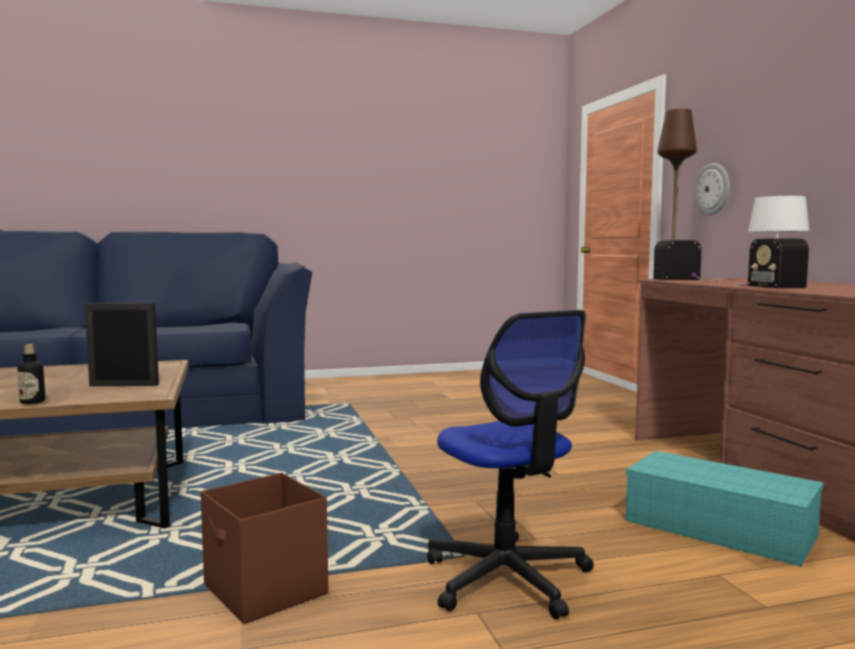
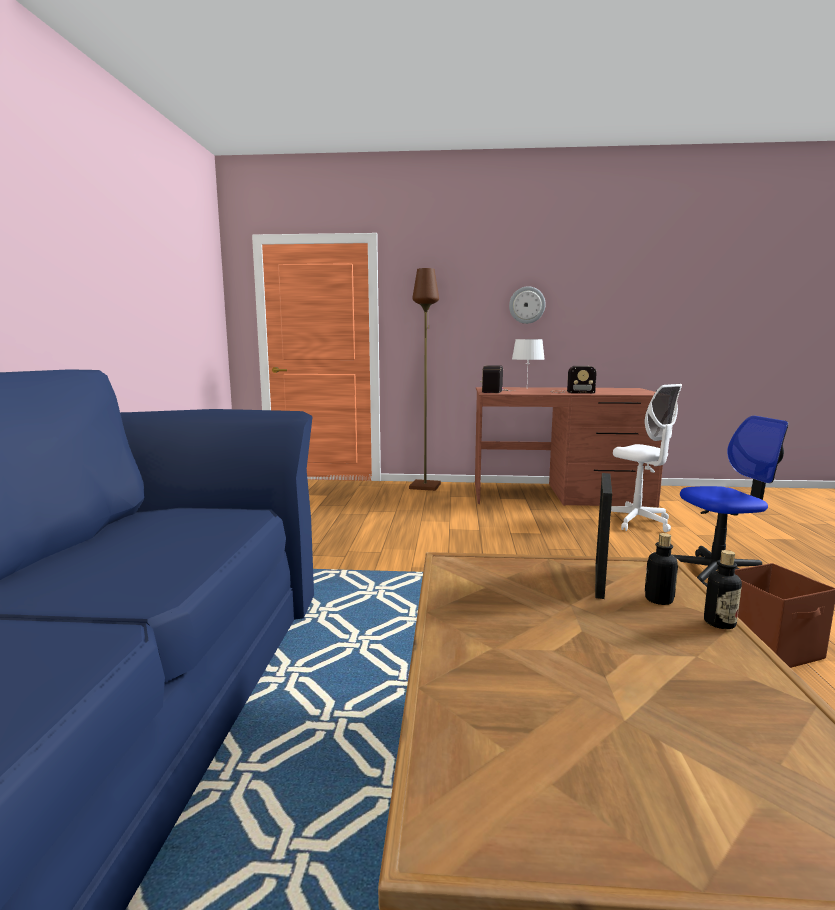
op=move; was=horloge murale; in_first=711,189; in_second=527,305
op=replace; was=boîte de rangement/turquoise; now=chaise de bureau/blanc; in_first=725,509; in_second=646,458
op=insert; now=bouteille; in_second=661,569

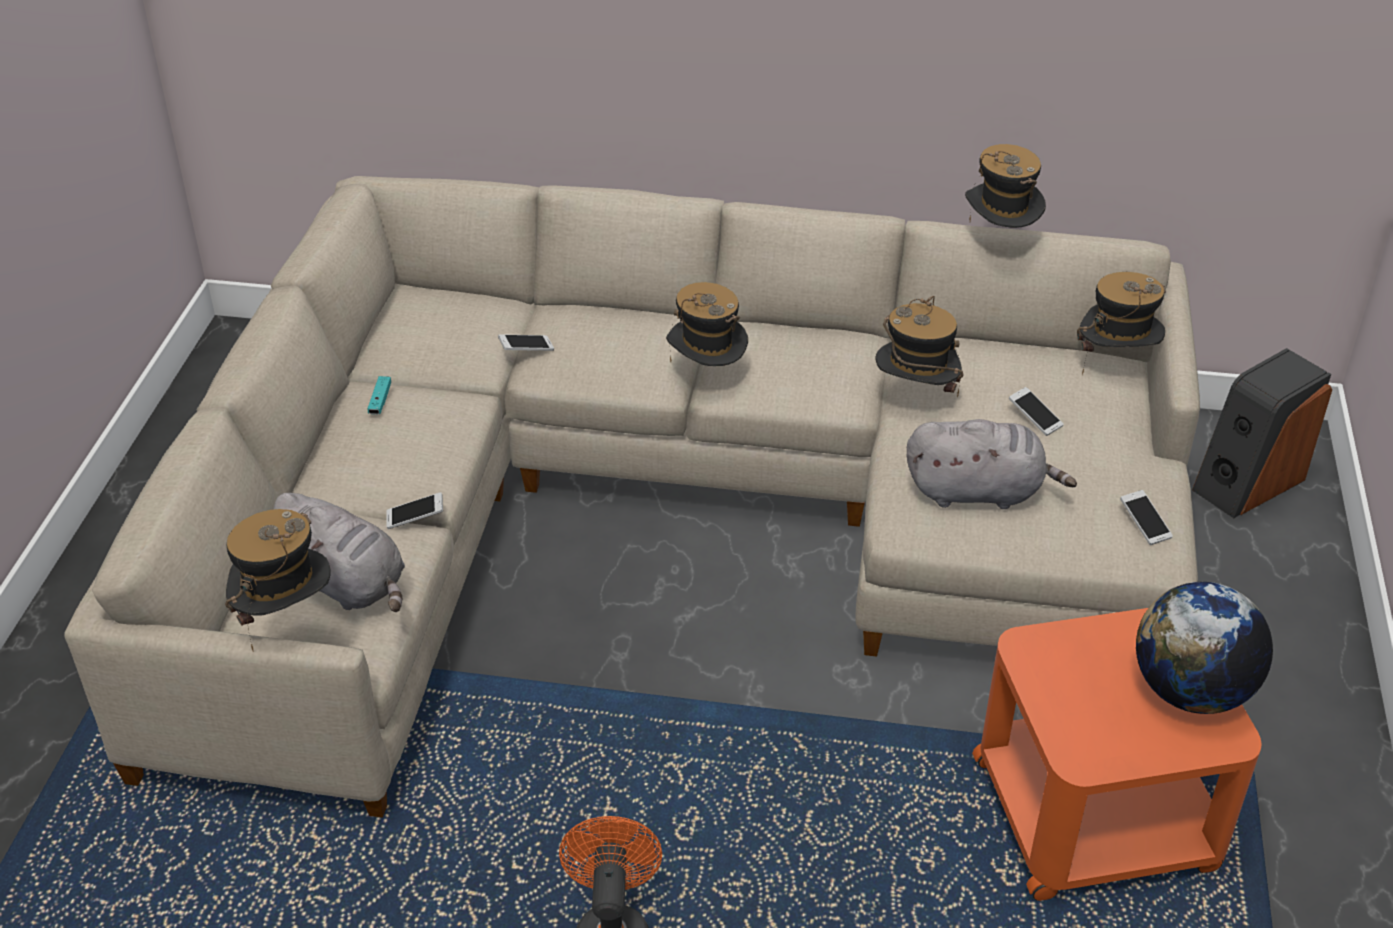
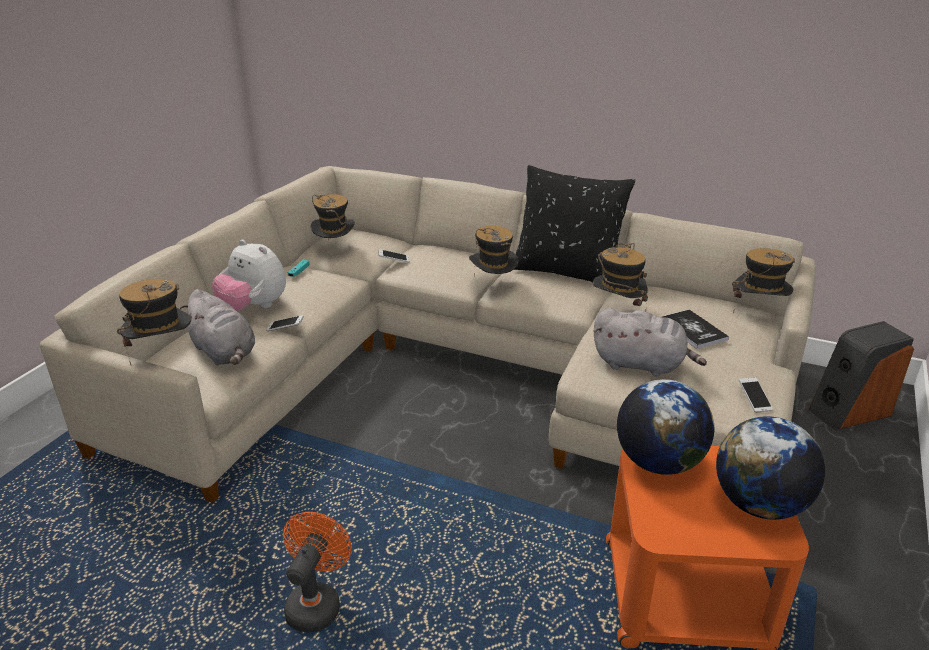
op=insert; now=peluche; in_second=249,275
op=move; was=chapeau; in_first=1005,186; in_second=332,217
op=insert; now=coussin/noir; in_second=574,223
op=insert; now=globe; in_second=665,427
op=replace; was=téléphone; now=livre; in_first=1036,411; in_second=695,329

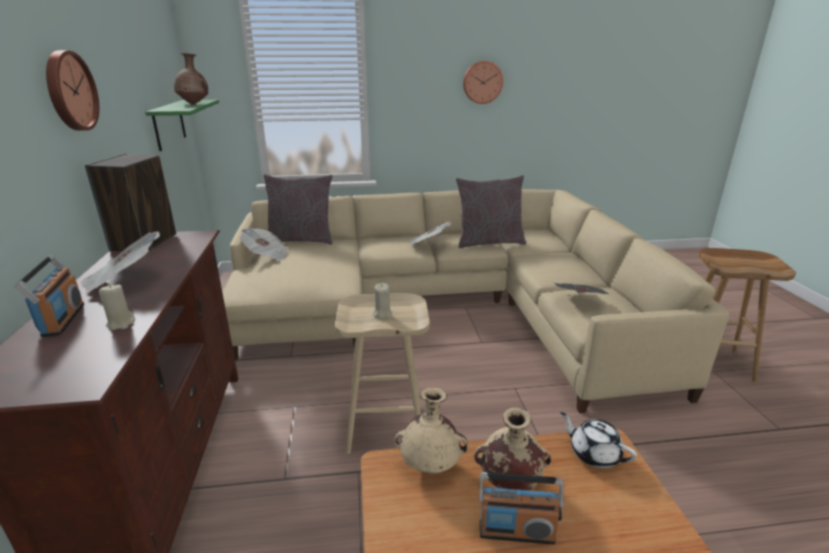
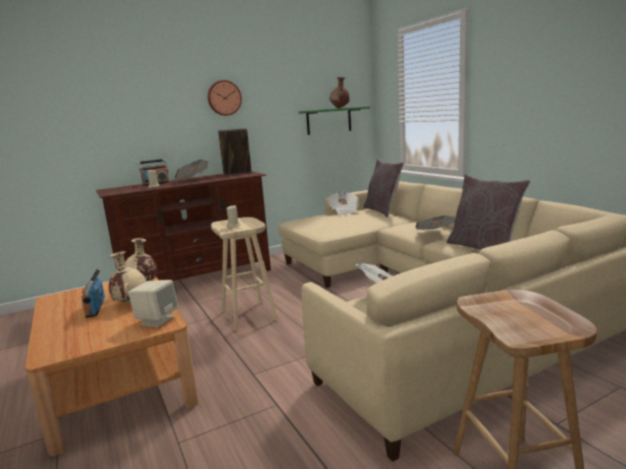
op=replace; was=théière/blanc; now=enceinte/beige; in_first=598,440; in_second=153,304
op=delete; was=horloge murale; in_first=483,82

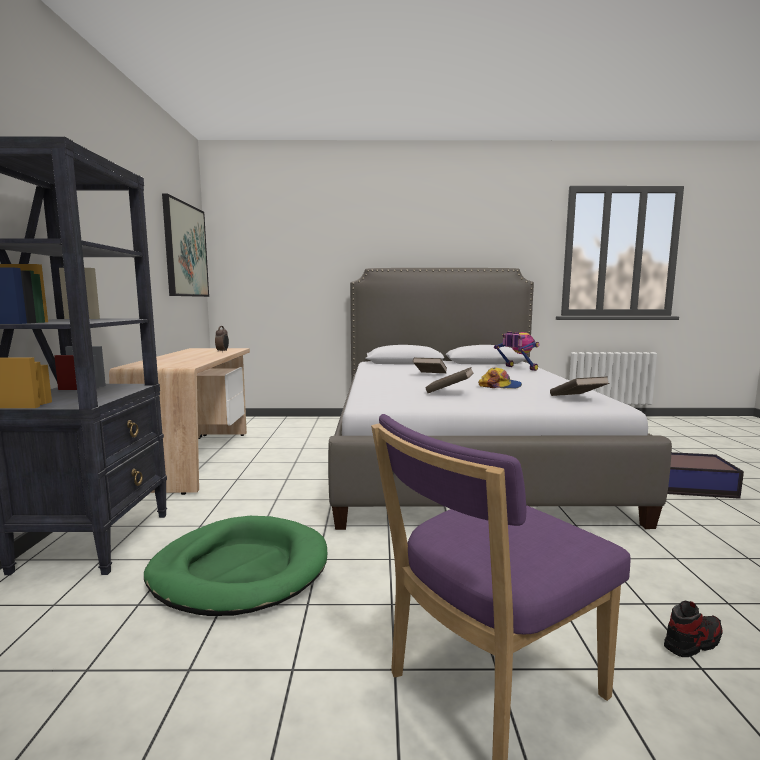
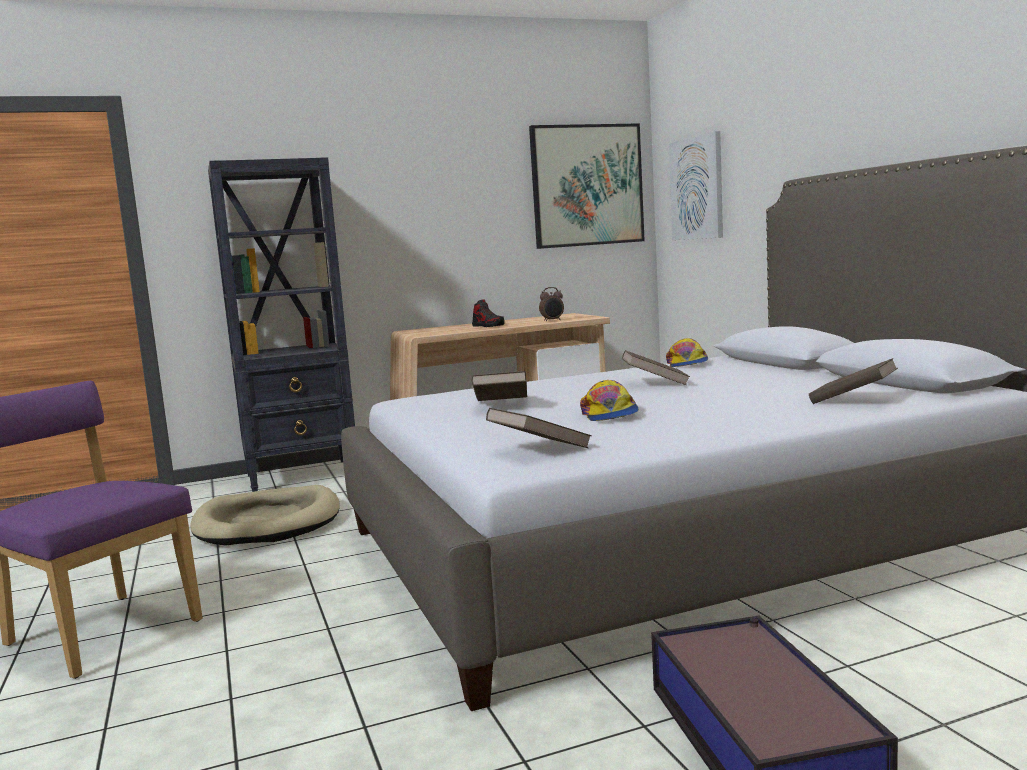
op=recolor; was=panier pour chien/vert; now=panier pour chien/beige; in_first=235,566; in_second=265,515
op=move; was=chaussure; in_first=693,629; in_second=488,313
op=insert; now=casquette; in_second=687,352
op=insert; now=tableau; in_second=696,185
op=replace; was=robot jouet; now=livre/marron; in_first=517,351; in_second=853,381

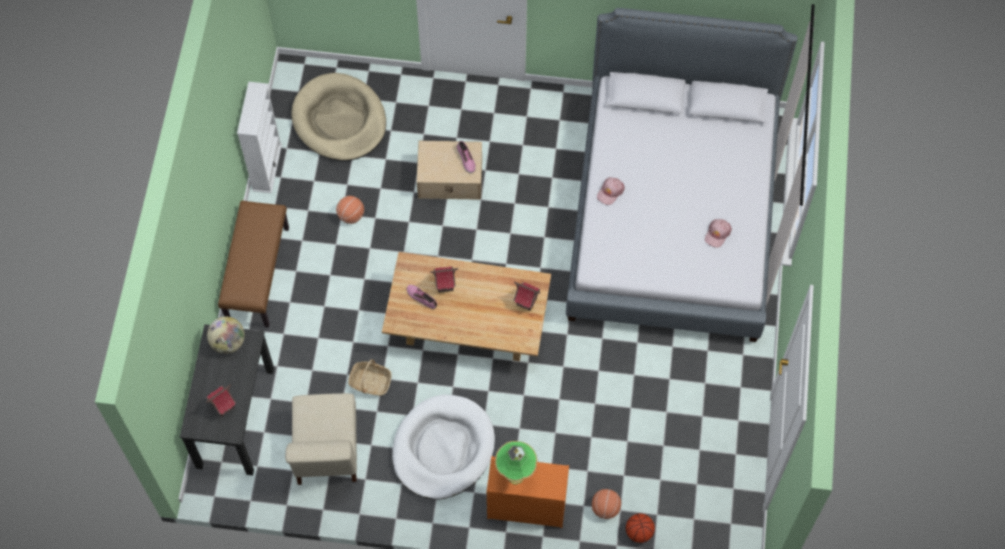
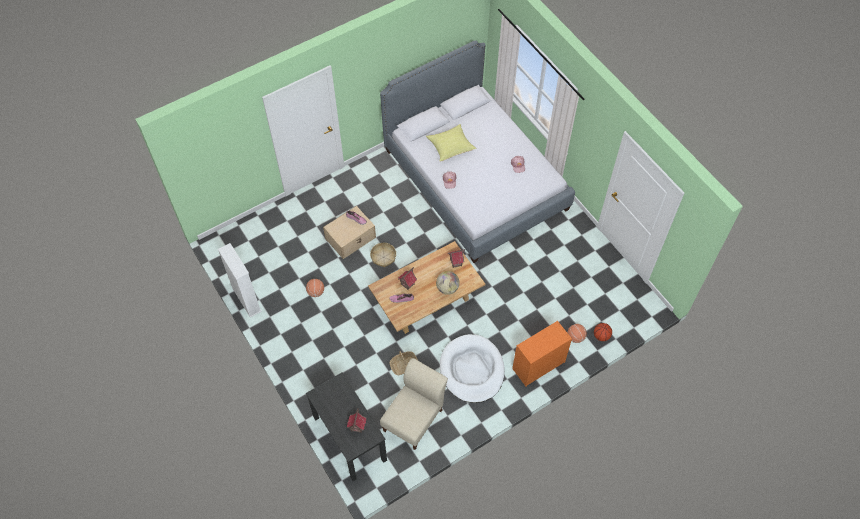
op=insert; now=panier; in_second=383,255
op=rotate; was=chaise/beige; in_first=321,439; in_second=414,404; clockwise=-105
op=insert; now=coussin/jaune; in_second=451,143
op=move; was=globe; in_first=226,335; in_second=448,283
op=delete; was=banc/marron; in_first=253,264
op=delete; was=panier pour chien/beige; in_first=338,117
op=delete; was=lampe de table; in_first=516,463

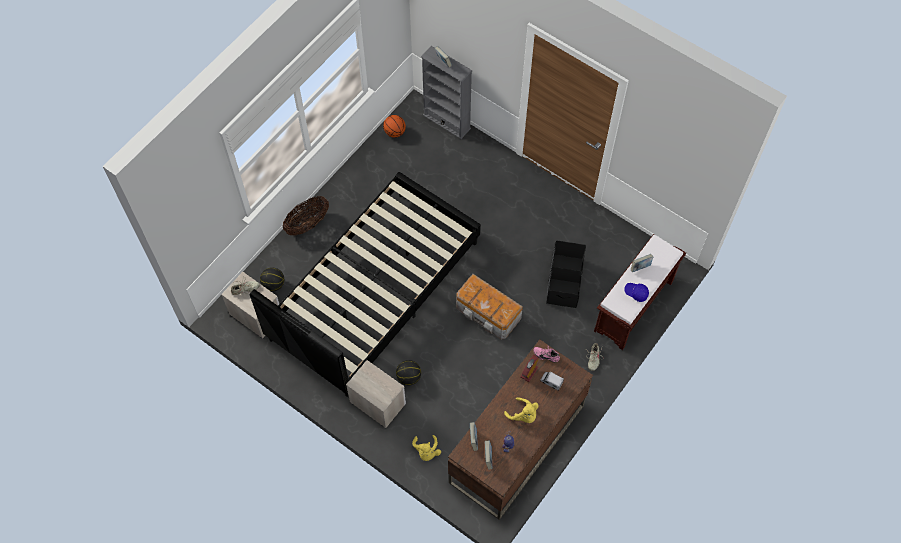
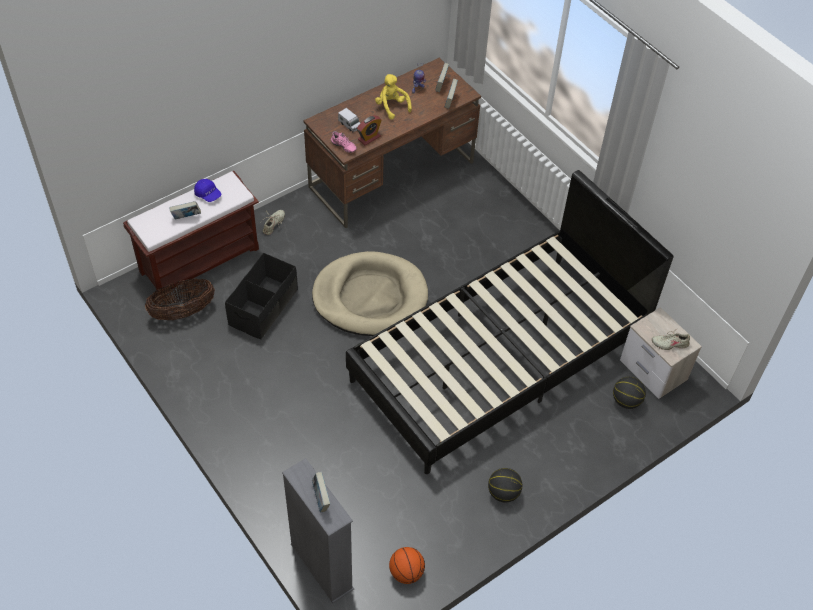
op=move; was=panier; in_first=306,216; in_second=180,299
op=replace; was=boîte de rangement; now=panier pour chien/beige; in_first=489,306; in_second=370,293
op=move; was=ballon de basket; in_first=408,372; in_second=505,485
op=delete; was=table de chevet; in_first=376,394
op=delete; was=peluche/jaune; in_first=426,448

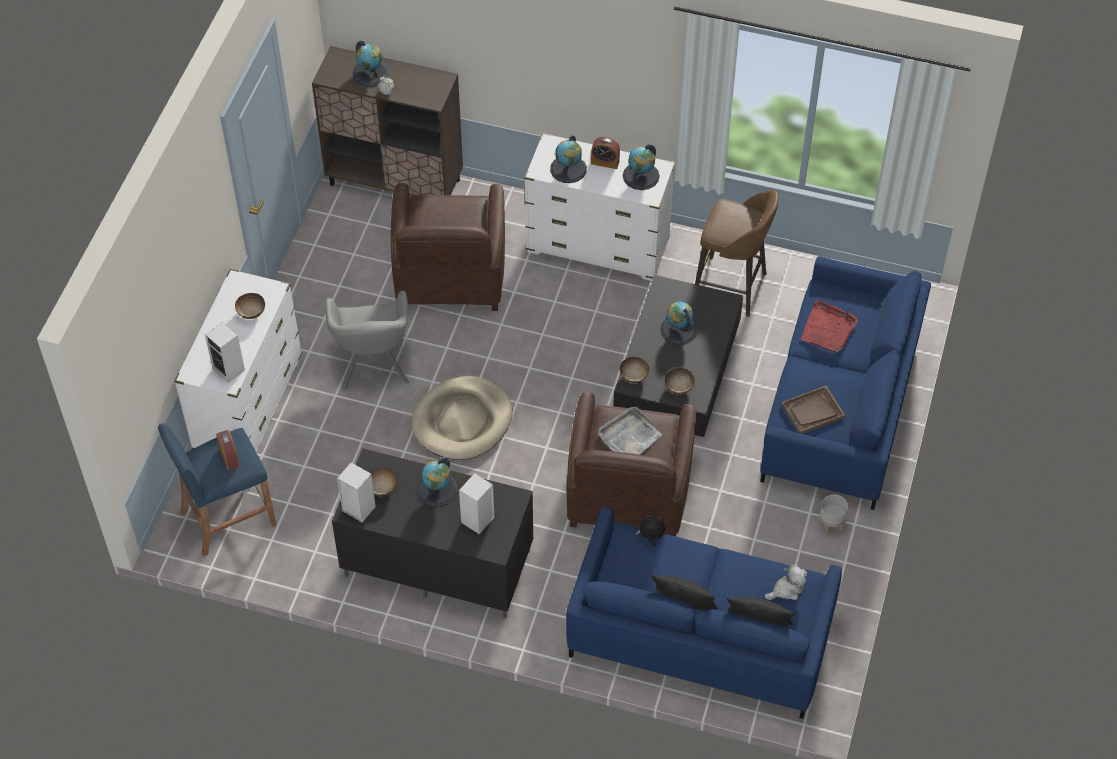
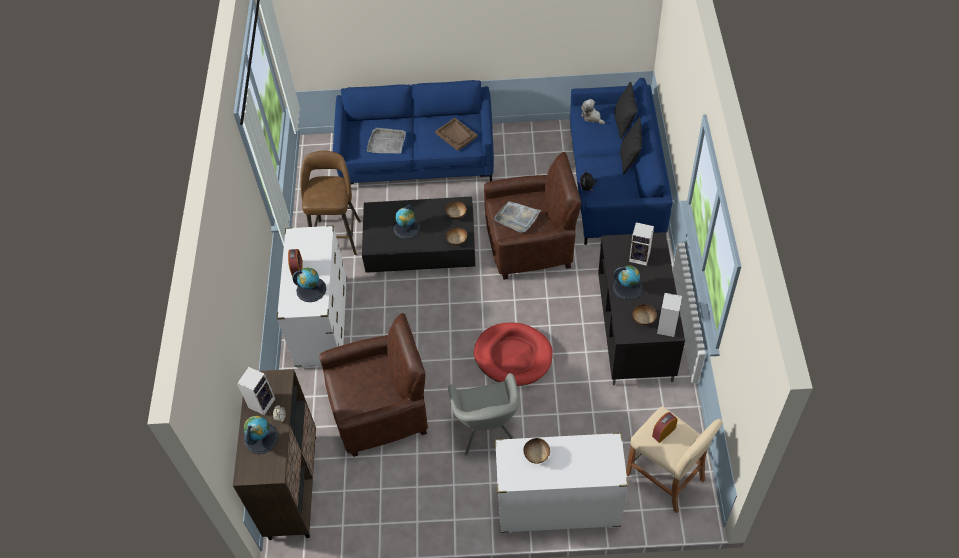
op=move; was=enceinte; in_first=225,352; in_second=256,391
op=recolor; was=plateau/rouge; now=plateau/gris; in_first=829,326; in_second=386,141
op=rotate; was=fauteuil/gris; in_first=367,340; in_second=483,414; clockwise=105
op=recolor; was=panier pour chien/beige; now=panier pour chien/rouge; in_first=461,418; in_second=513,354
op=recolor; was=tabouret/bleu; now=tabouret/beige; in_first=217,490; in_second=674,460
op=delete; was=globe; in_first=641,167
op=delete; was=cache-pot/gris; in_first=833,515

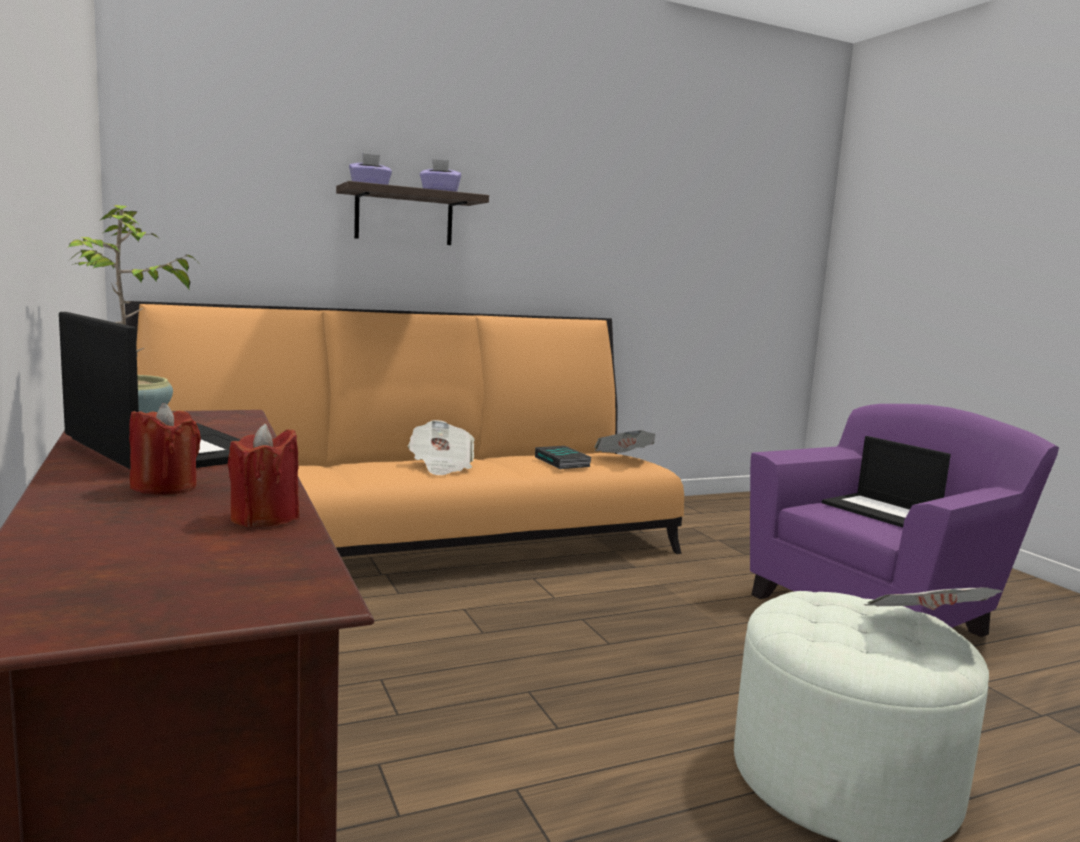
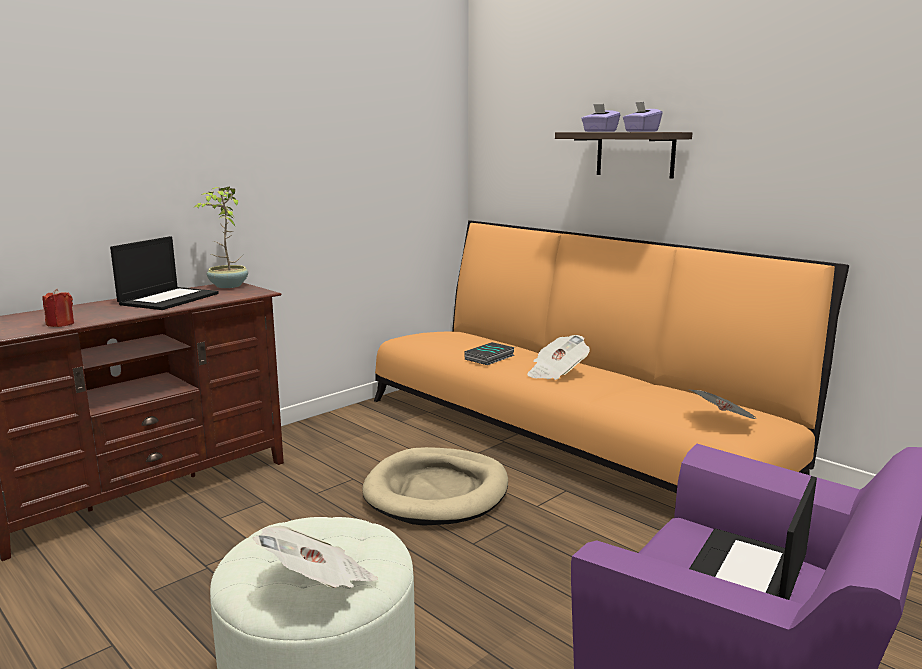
op=insert; now=panier pour chien/beige; in_second=435,486
op=move; was=livre; in_first=563,457; in_second=489,353
op=delete; was=bougie/rouge; in_first=165,449

